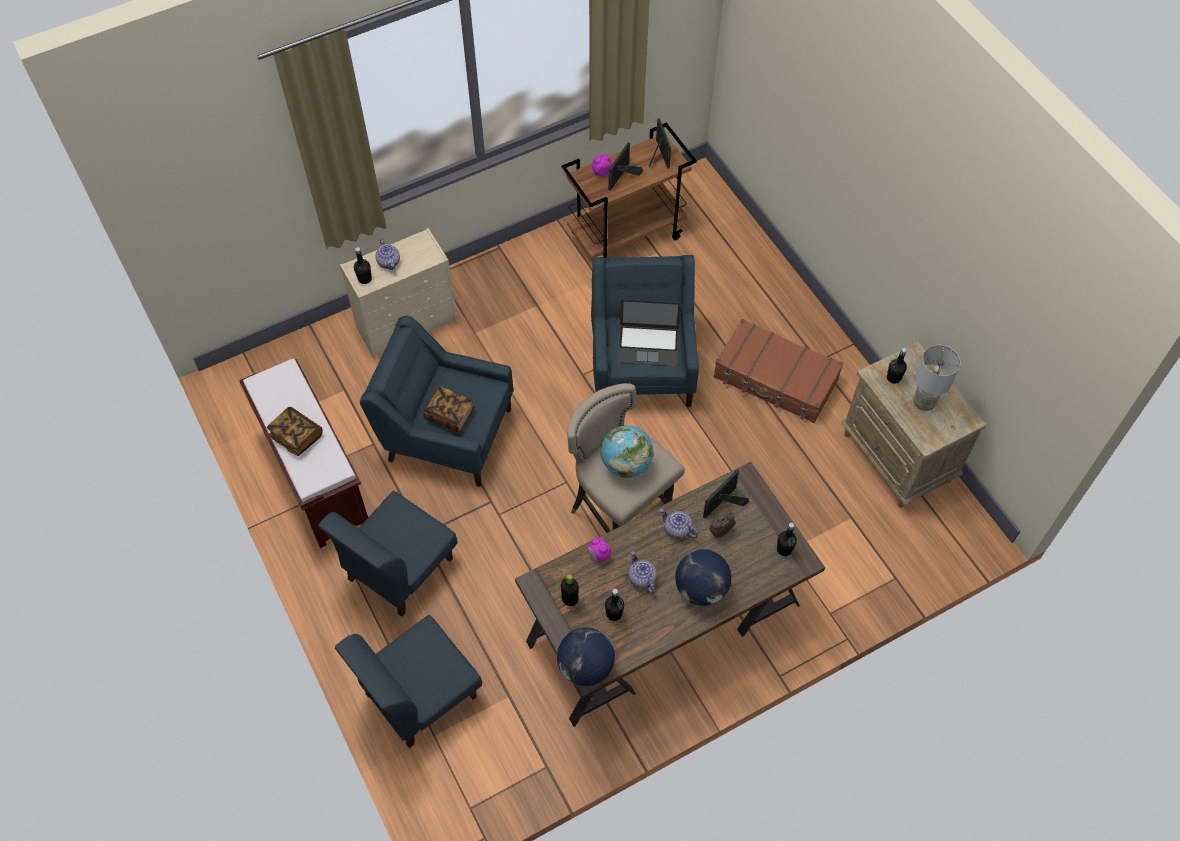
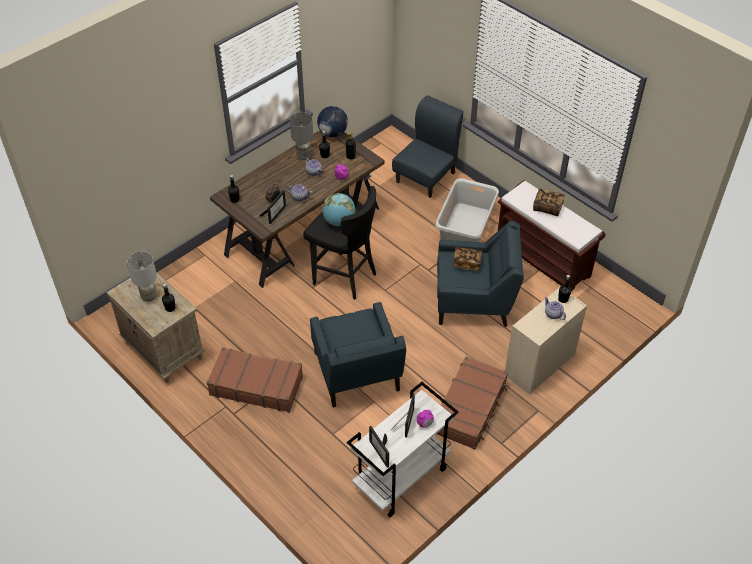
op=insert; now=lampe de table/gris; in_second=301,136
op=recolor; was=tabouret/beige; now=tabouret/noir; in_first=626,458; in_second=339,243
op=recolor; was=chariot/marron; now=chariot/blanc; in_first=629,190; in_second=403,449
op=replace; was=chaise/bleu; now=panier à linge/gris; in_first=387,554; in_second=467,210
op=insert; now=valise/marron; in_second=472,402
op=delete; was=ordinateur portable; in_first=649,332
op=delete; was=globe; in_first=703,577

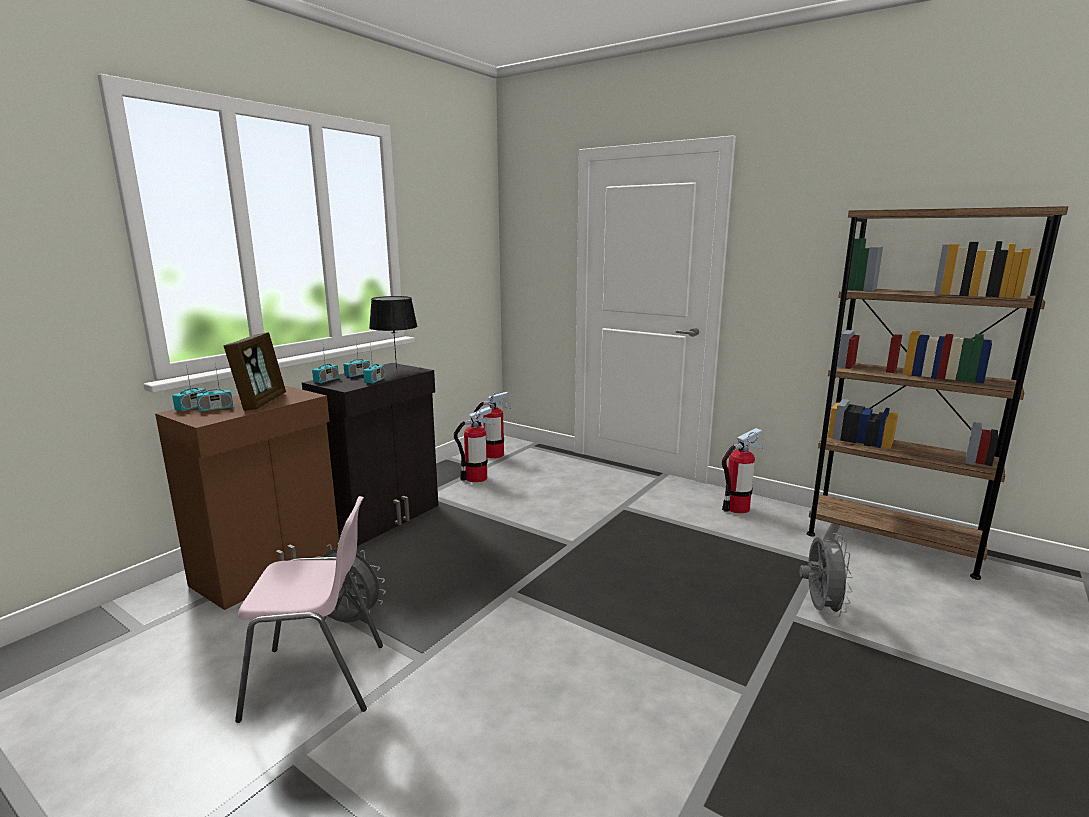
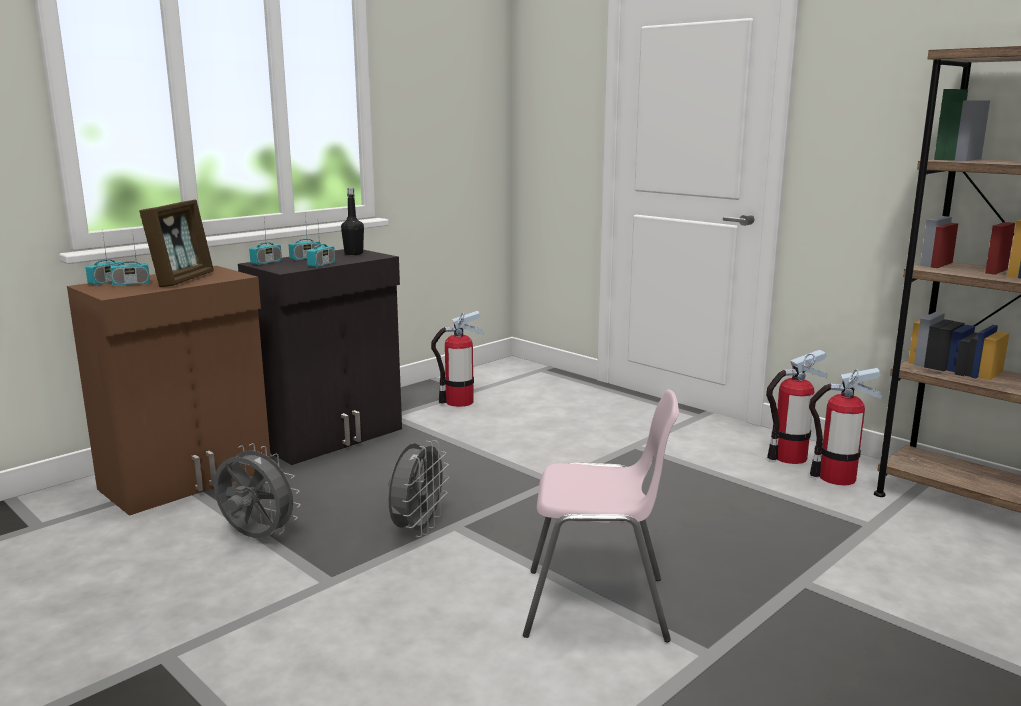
op=replace; was=lampe de table/noir; now=bouteille/noir; in_first=393,332; in_second=352,221
op=move; was=ventilateur/gris; in_first=826,575; in_second=418,488
op=move; was=chaise/rose; in_first=309,609; in_second=601,516
op=move; was=extincteur; in_first=492,425; in_second=845,427

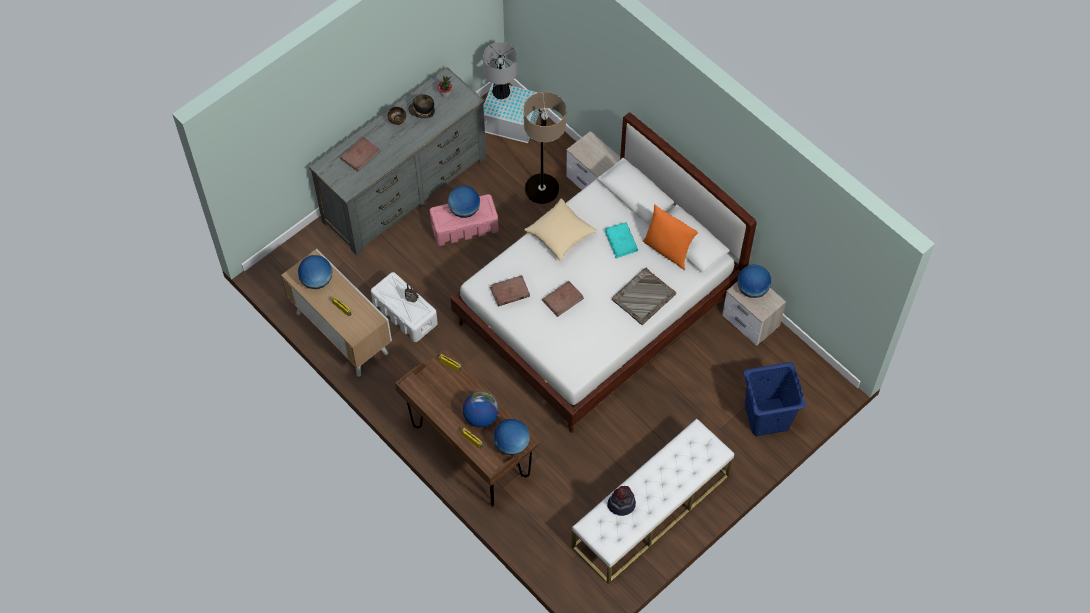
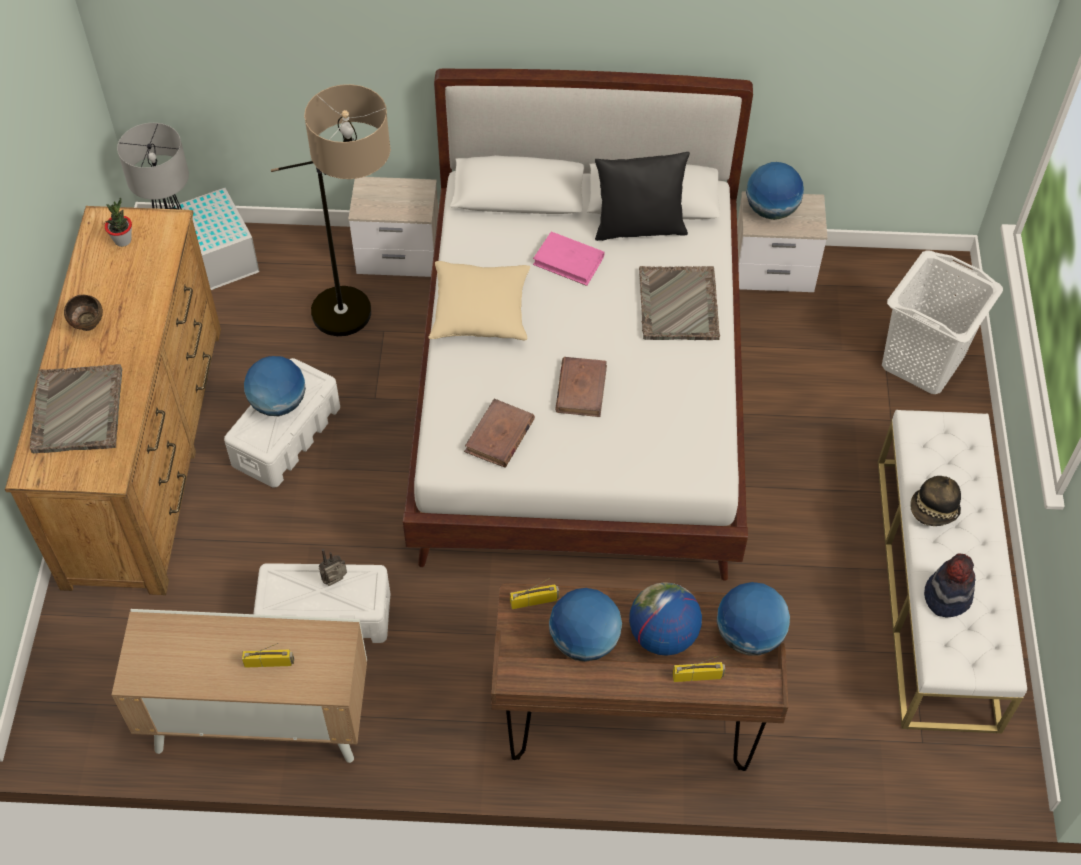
op=recolor; was=commode/gris; now=commode/marron; in_first=397,161; in_second=113,400
op=replace; was=livre/marron; now=plateau/gris; in_first=360,154; in_second=76,408
op=recolor; was=boîte de rangement/rose; now=boîte de rangement/blanc; in_first=464,220; in_second=282,423
op=recolor; was=livre/turquoise; now=livre/rose; in_first=621,240; in_second=569,258
op=move; was=globe; in_first=315,272; in_second=585,625
op=recolor; was=coussin/orange; now=coussin/noir; in_first=670,237; in_second=642,196
op=recolor; was=panier à linge/bleu; now=panier à linge/blanc; in_first=774,399; in_second=942,322
op=move; was=chapeau; in_first=421,106; in_second=935,501

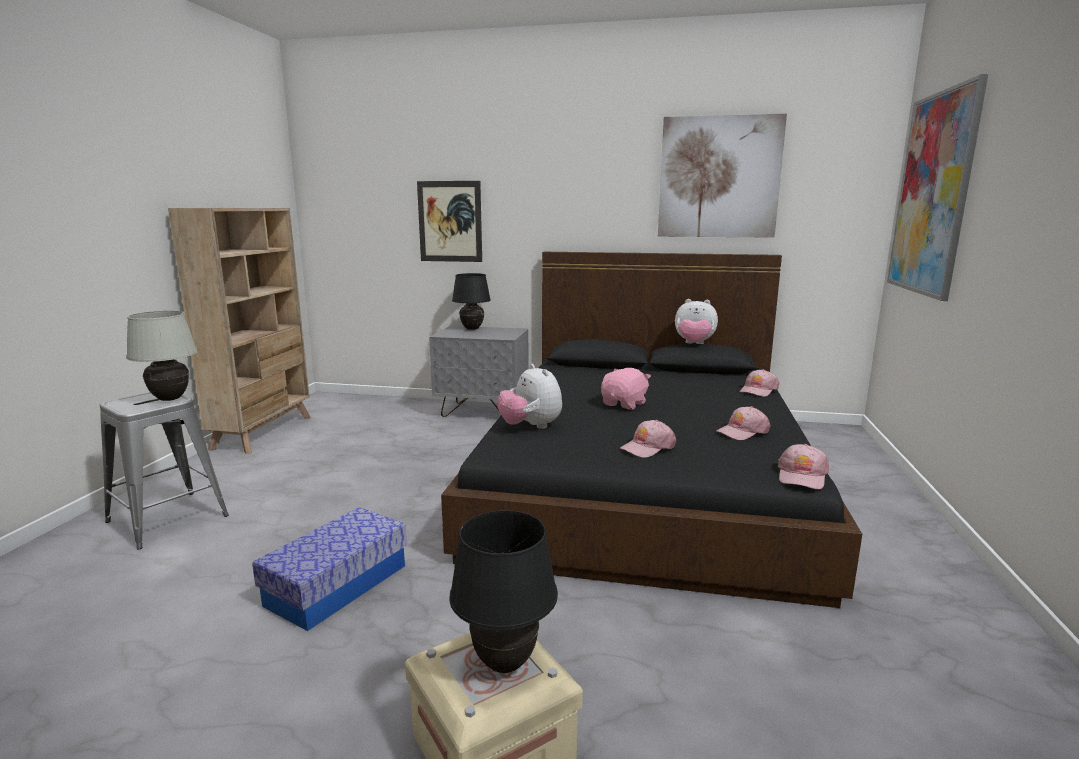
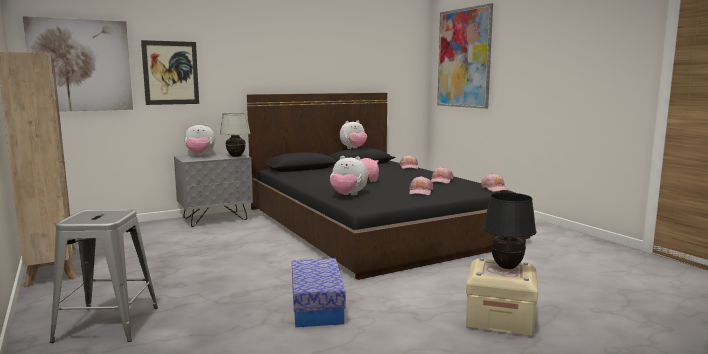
op=move; was=tableau; in_first=722,176; in_second=78,64
op=replace; was=lampe de table/noir; now=peluche; in_first=471,301; in_second=199,140
op=move; was=lampe de table/blanc; in_first=161,356; in_second=235,135

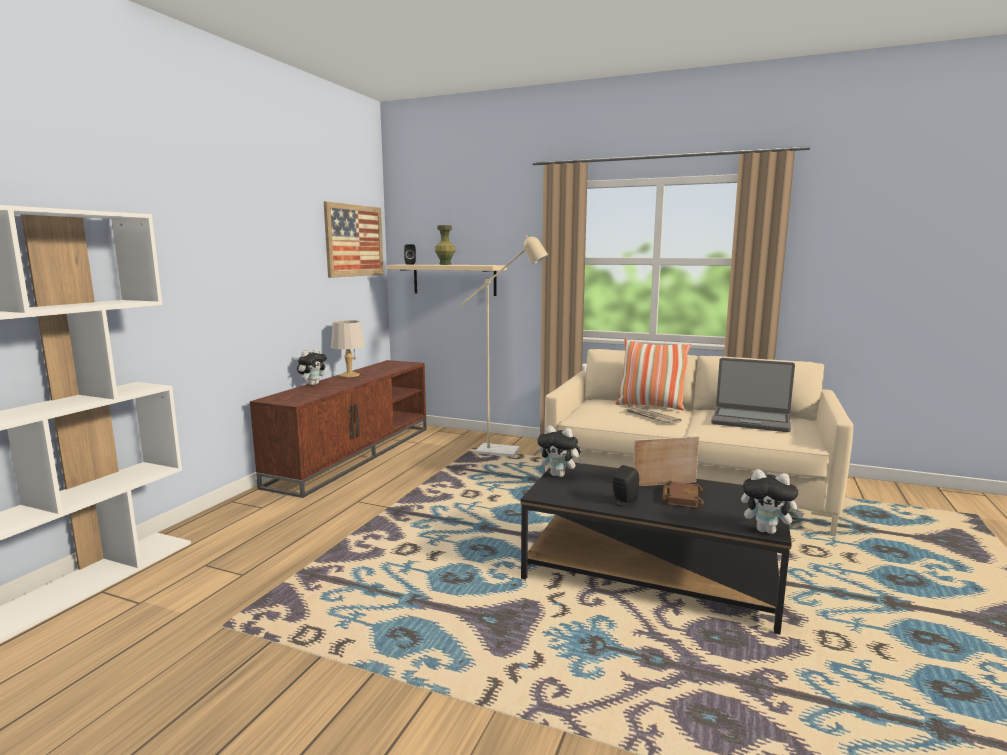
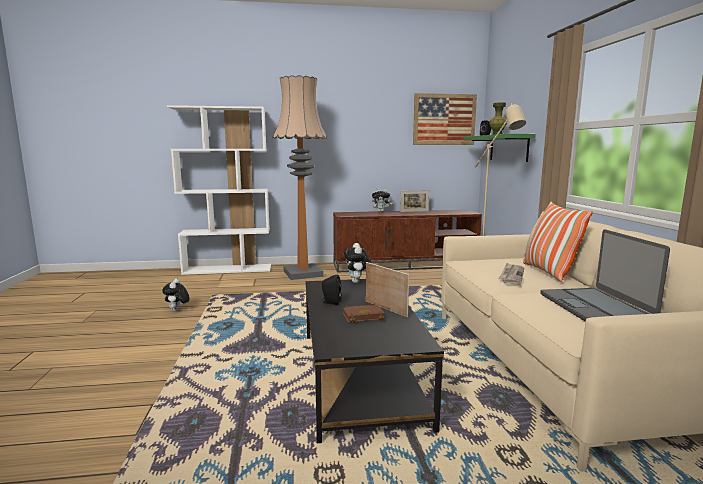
op=move; was=peluche; in_first=773,501; in_second=175,295
op=insert; now=lampadaire; in_second=300,177
op=replace; was=lampe de table/gris; now=cadre photo; in_first=348,348; in_second=414,201
op=recolor; was=étagère/beige; now=étagère/vert; in_first=446,280; in_second=500,148

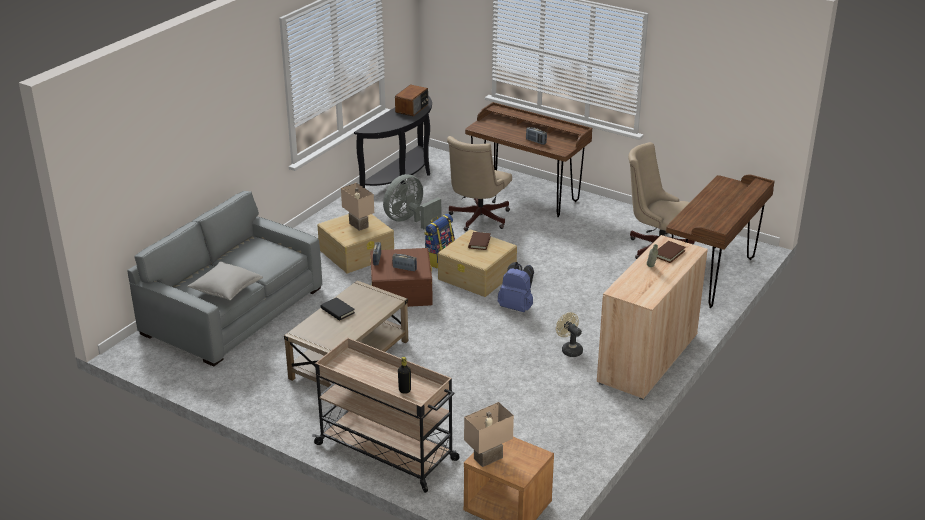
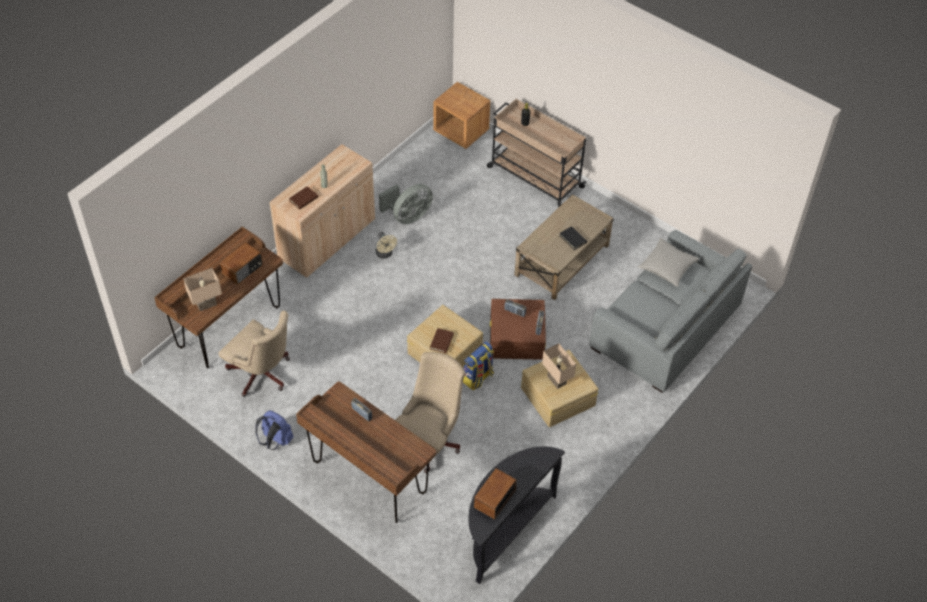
op=move; was=lampe de table/beige; in_first=489,434; in_second=202,289
op=insert; now=radio; in_second=241,263
op=move; was=sac à dos/bleu; in_first=516,287; in_second=275,430
op=move; was=ventilateur/gris; in_first=412,201; in_second=406,204

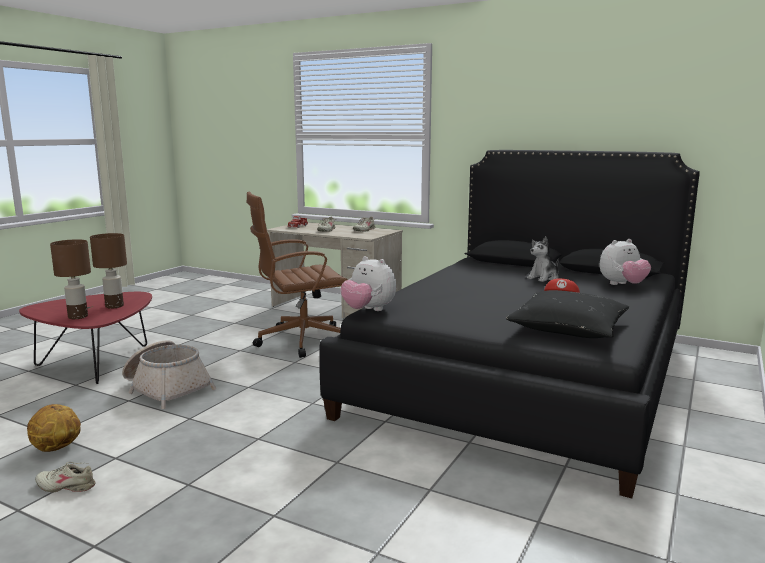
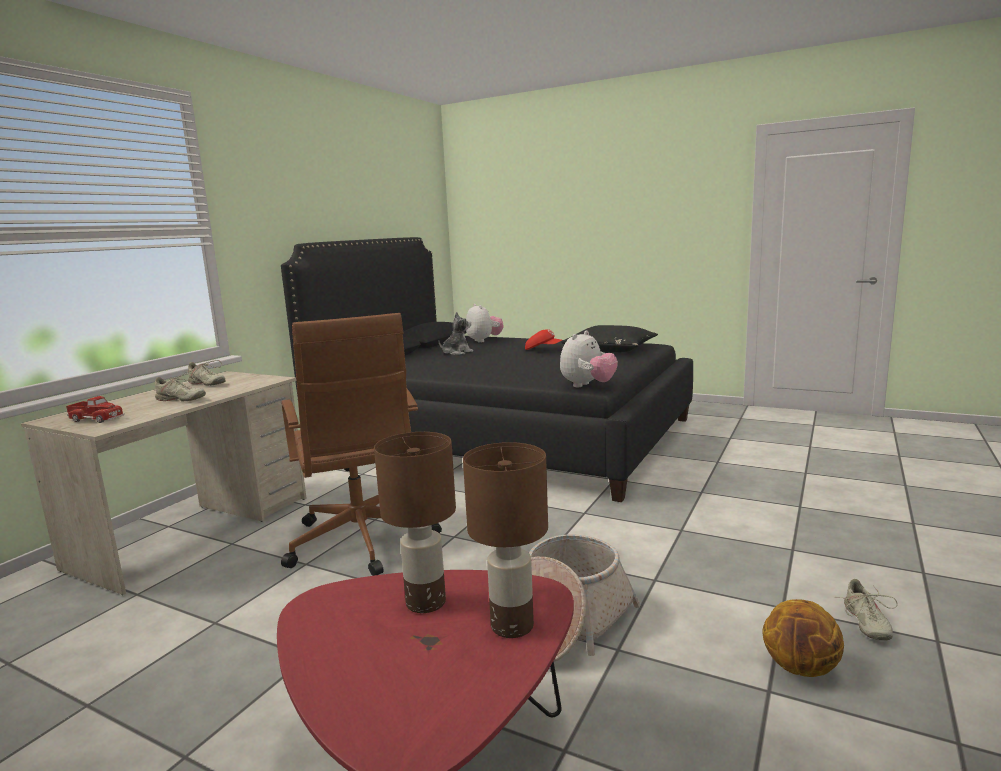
op=rotate; was=peluche; in_first=542,259; in_second=455,333; clockwise=-90

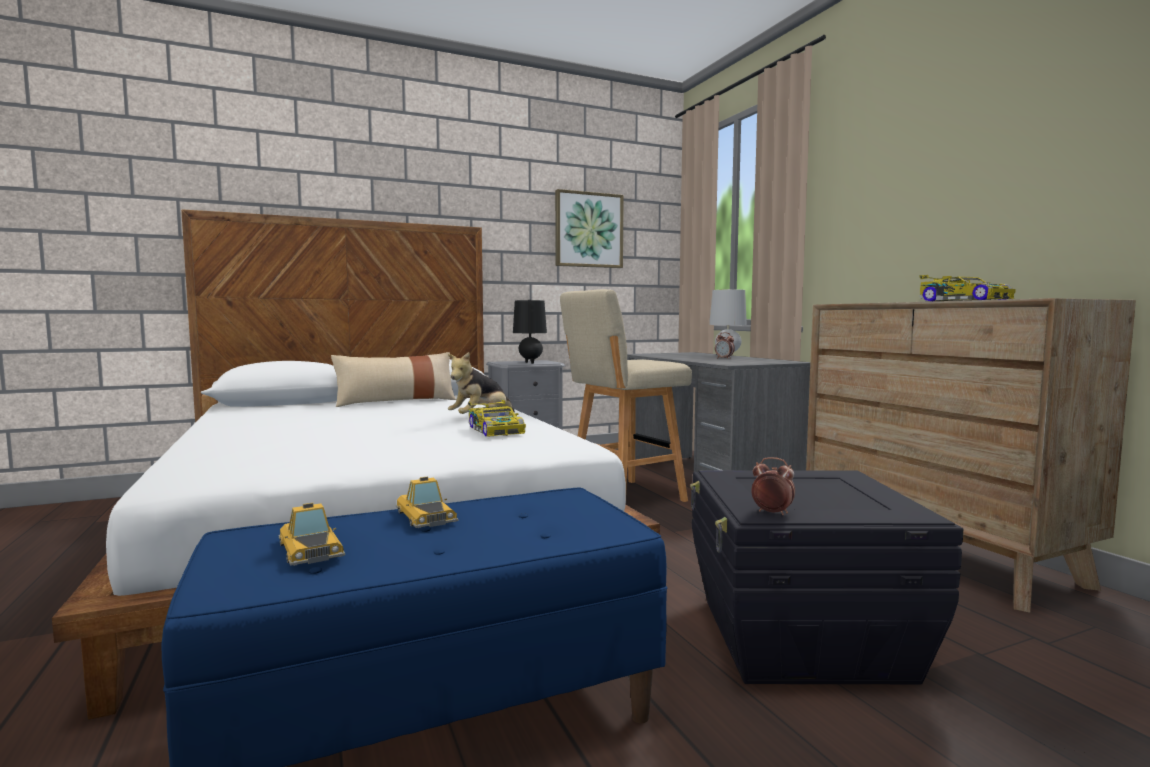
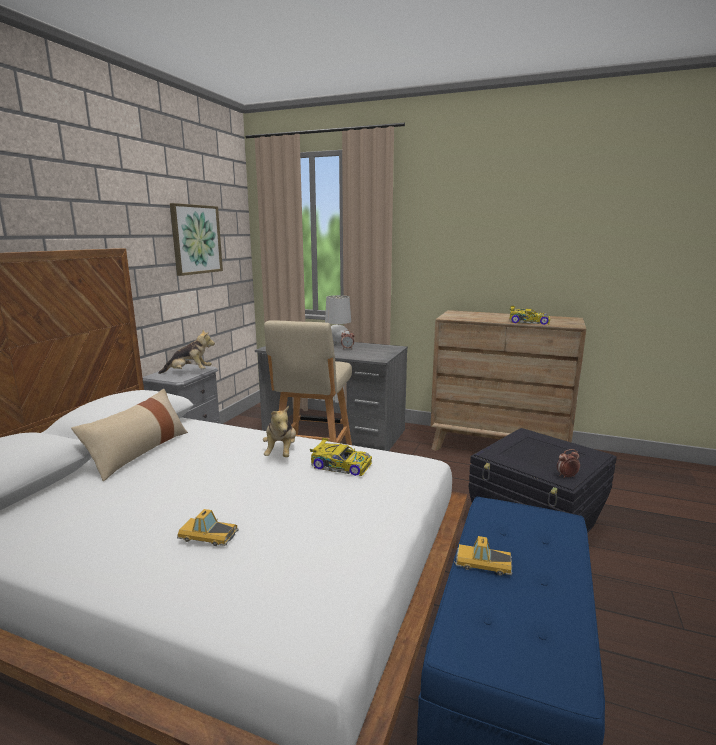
op=replace; was=lampe de table/noir; now=peluche; in_first=530,332; in_second=186,352
op=move; was=petite voiture; in_first=312,534; in_second=207,527

